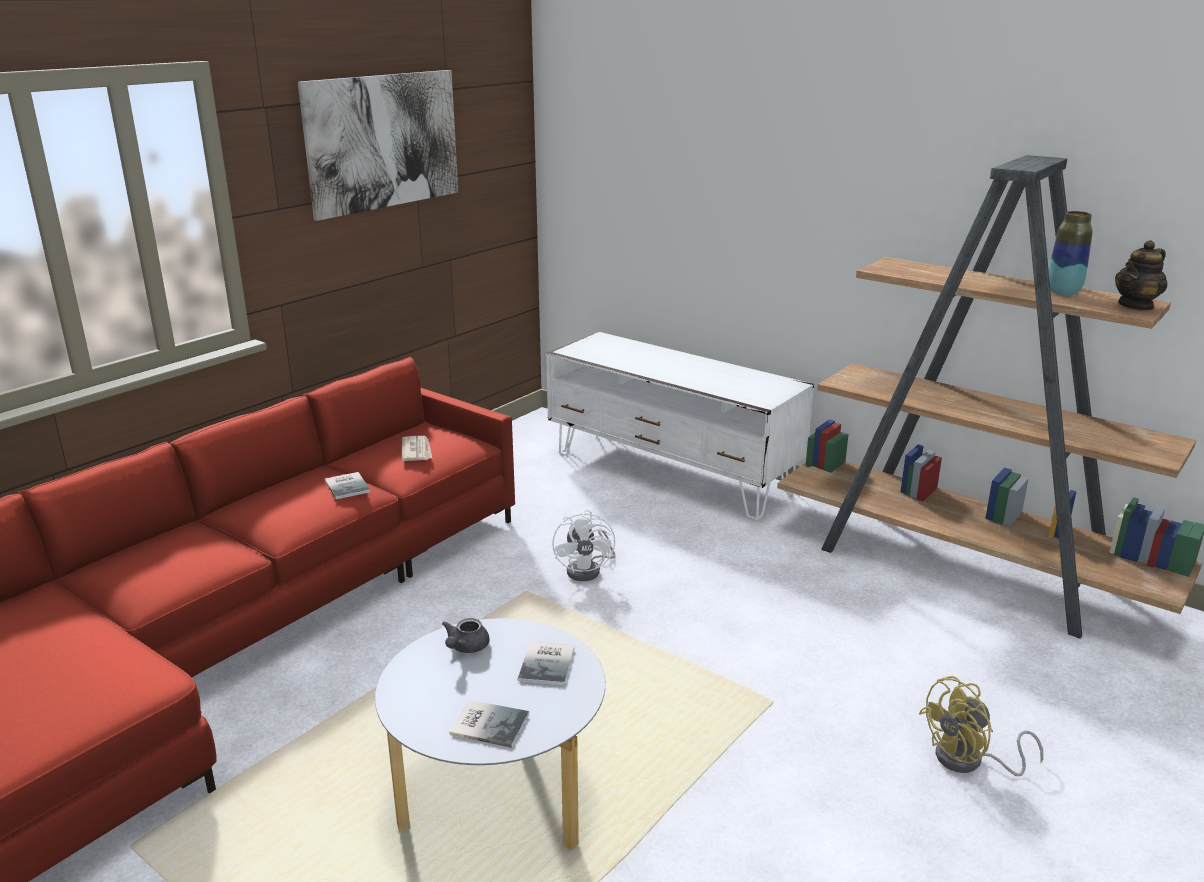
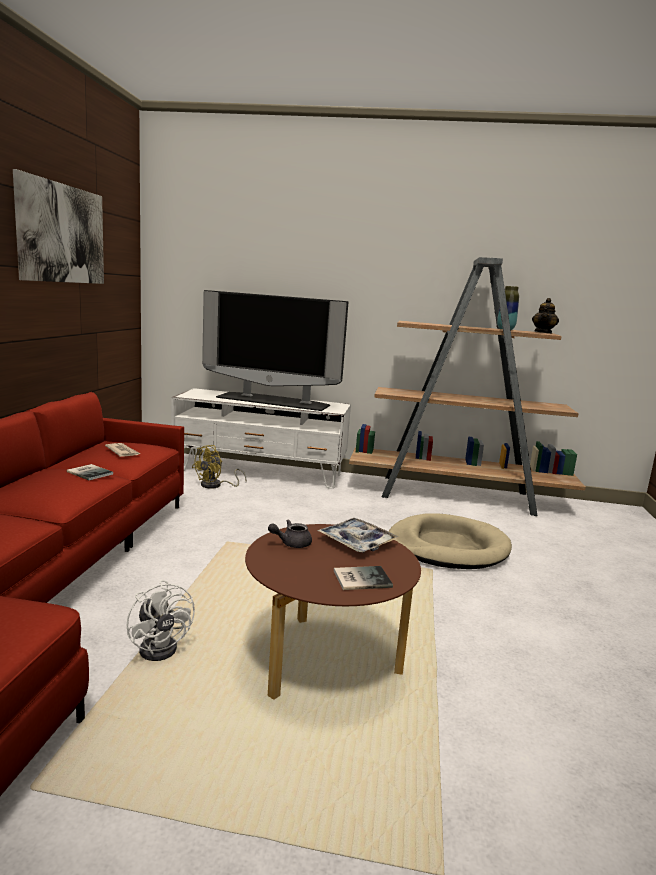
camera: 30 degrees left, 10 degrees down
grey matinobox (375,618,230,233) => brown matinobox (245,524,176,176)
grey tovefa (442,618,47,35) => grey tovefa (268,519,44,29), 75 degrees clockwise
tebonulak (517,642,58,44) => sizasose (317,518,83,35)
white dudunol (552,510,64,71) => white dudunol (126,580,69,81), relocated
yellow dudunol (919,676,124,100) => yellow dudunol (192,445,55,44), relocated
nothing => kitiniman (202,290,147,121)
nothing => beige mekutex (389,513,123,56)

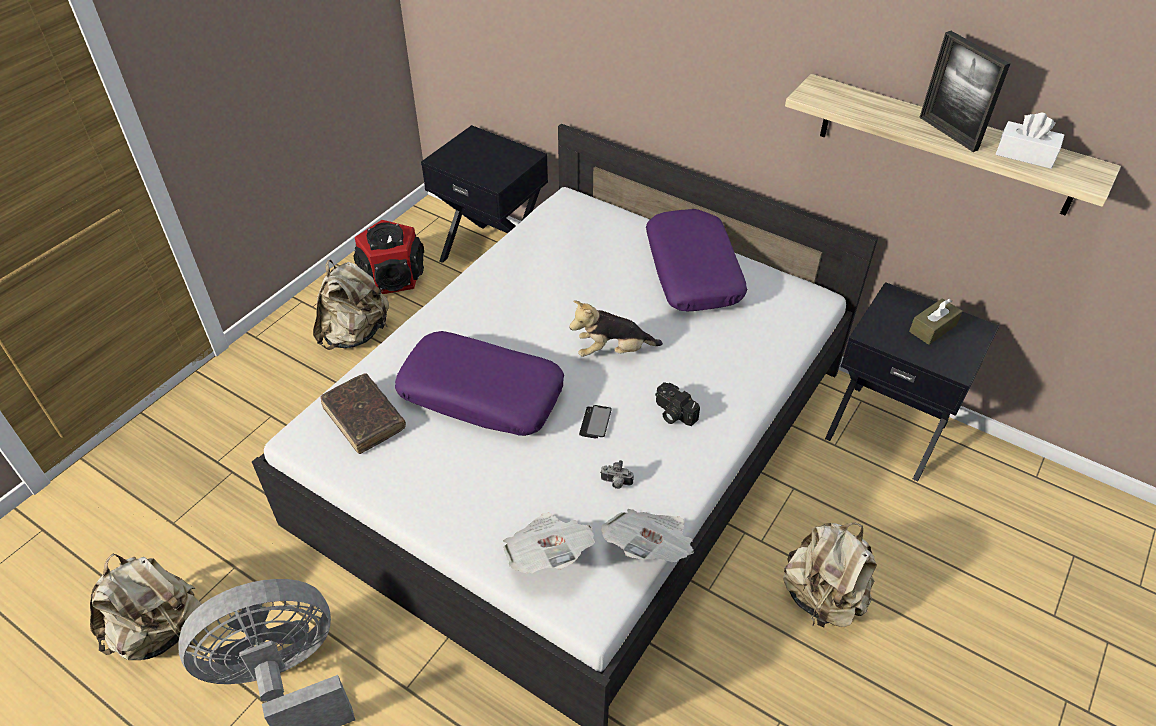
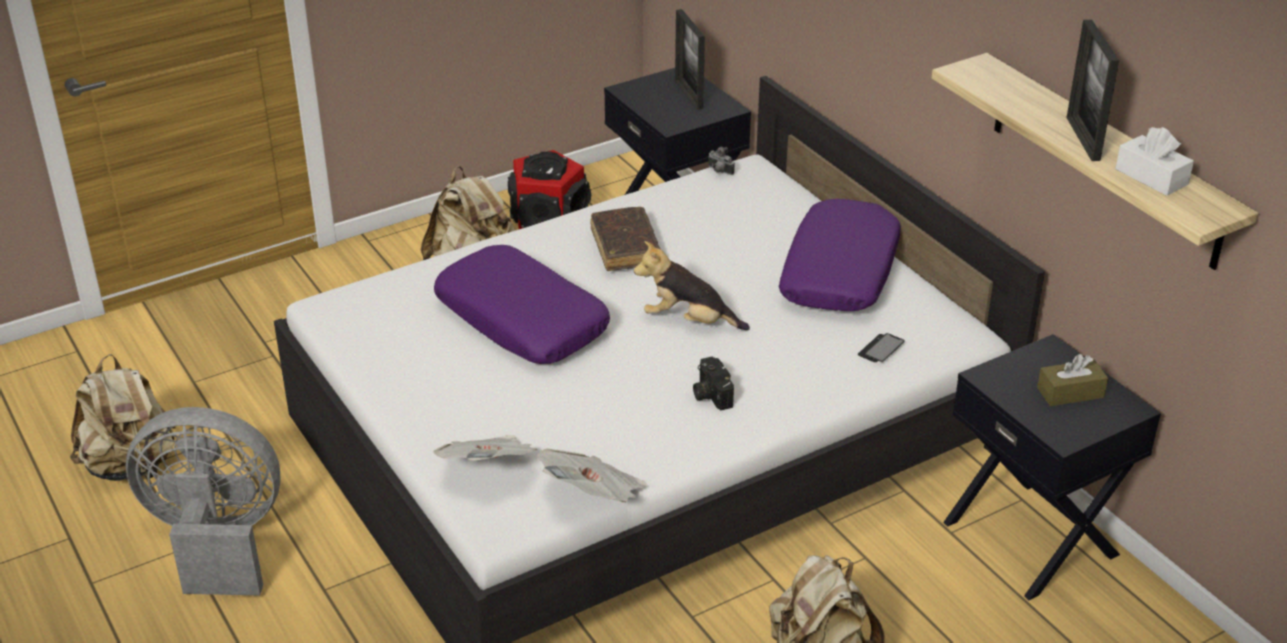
camera: 25 degrees right, 10 degrees down
brown tebonulak (320,373,86,81) => brown tebonulak (590,207,70,64), relocated
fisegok (579,405,33,33) => fisegok (858,333,47,29), relocated
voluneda (600,460,34,29) => voluneda (708,147,27,28), relocated
nothing => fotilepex (675,9,30,101)

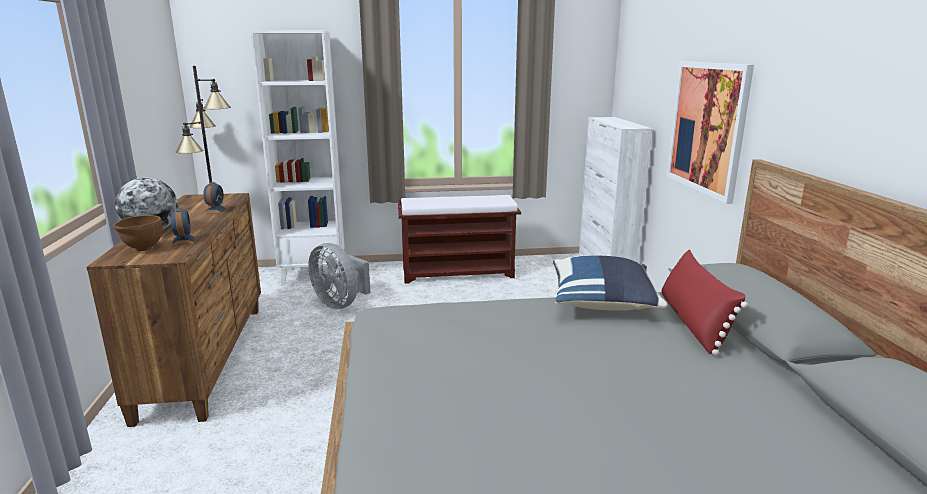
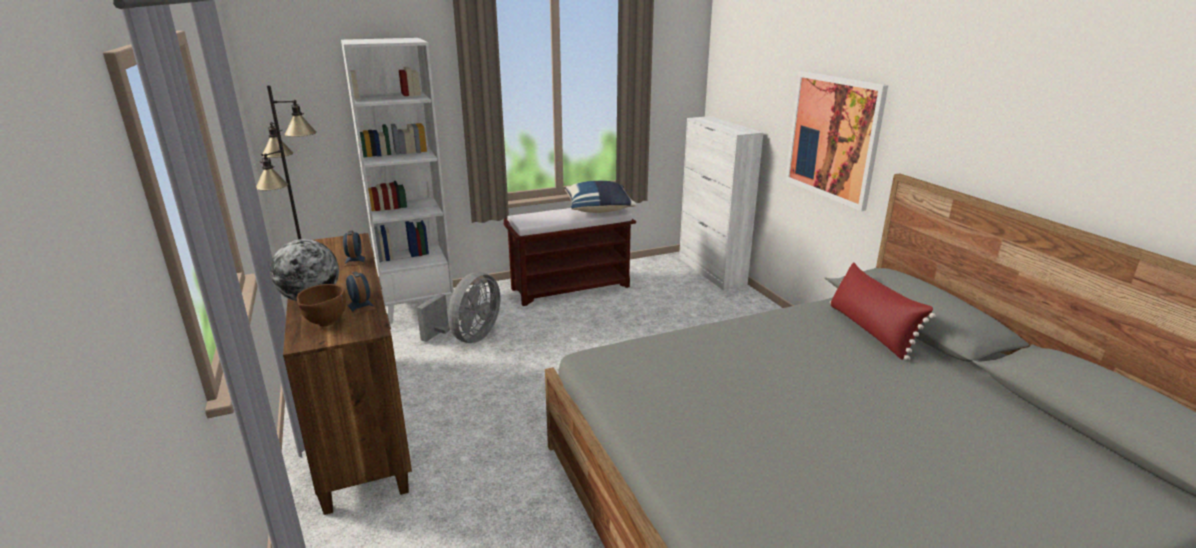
camera: 15 degrees left, 5 degrees up
grey dudunol (308,243,62,66) => grey dudunol (417,272,83,71), 90 degrees counterclockwise
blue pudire (553,255,114,55) => blue pudire (565,181,71,32), relocated

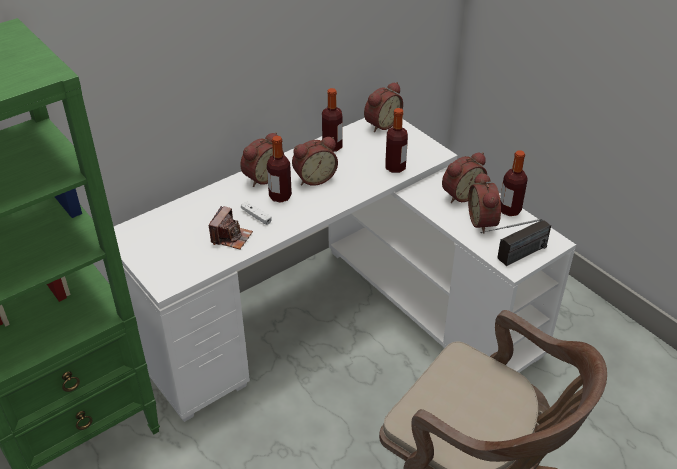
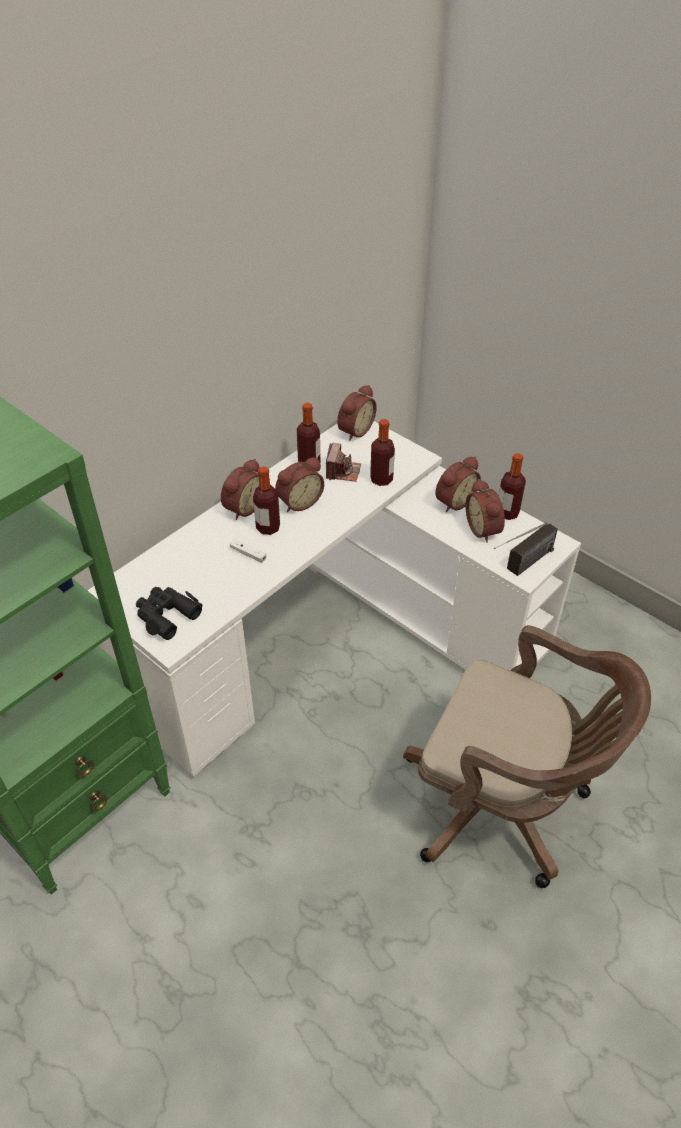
camera: 10 degrees left, 5 degrees up
voluneda (209,206,44,44) => voluneda (326,443,35,39), relocated
nothing => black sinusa (136,587,67,53)

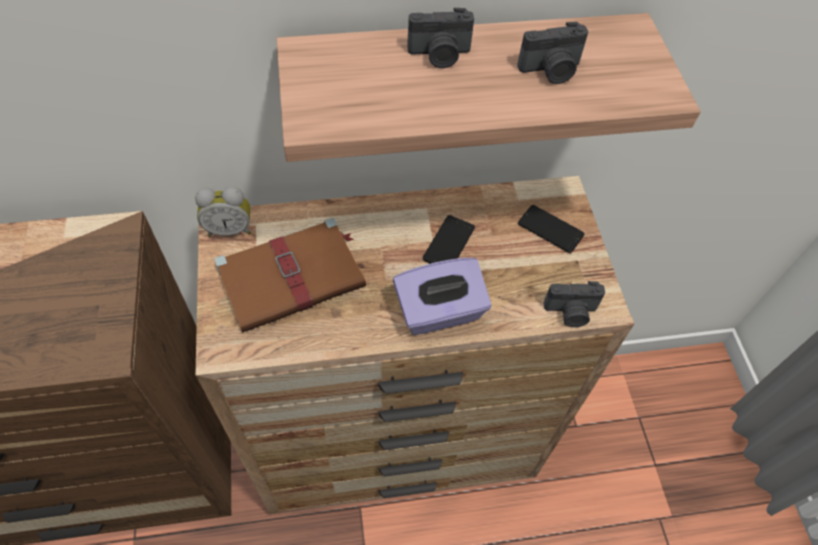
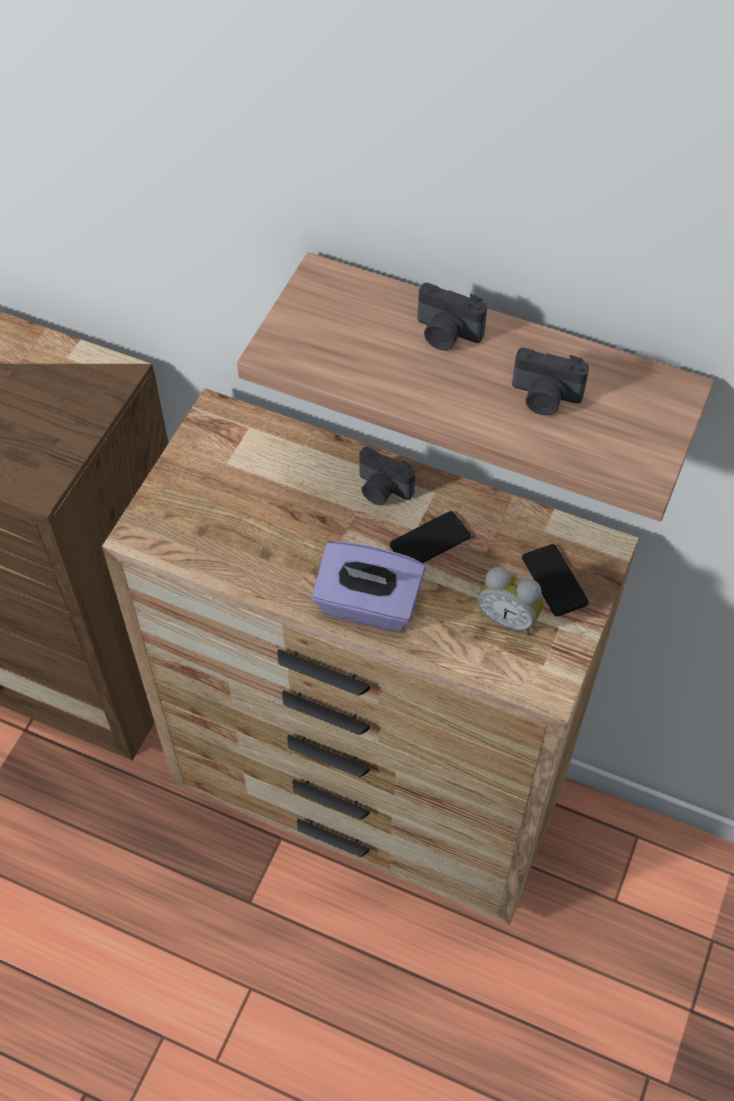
camera: 35 degrees right, 0 degrees up
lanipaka (195,186,56,51) => lanipaka (478,567,66,69), relocated
brown tebonulak (214,218,152,115) => nothing
voluneda (544,281,61,46) => voluneda (359,447,56,58), relocated

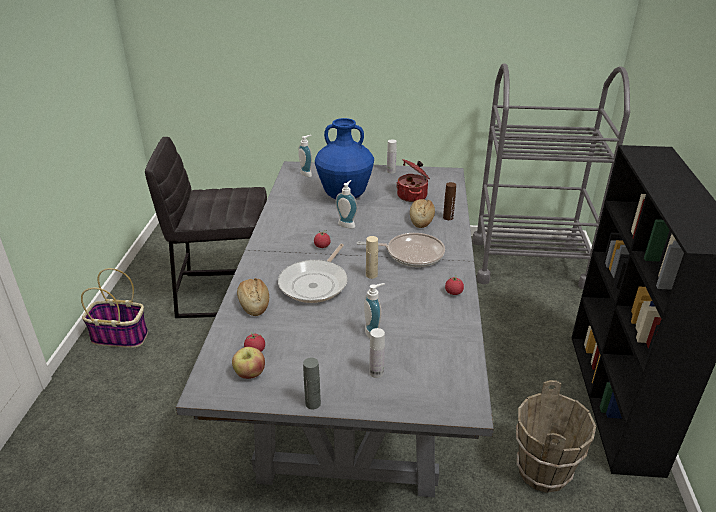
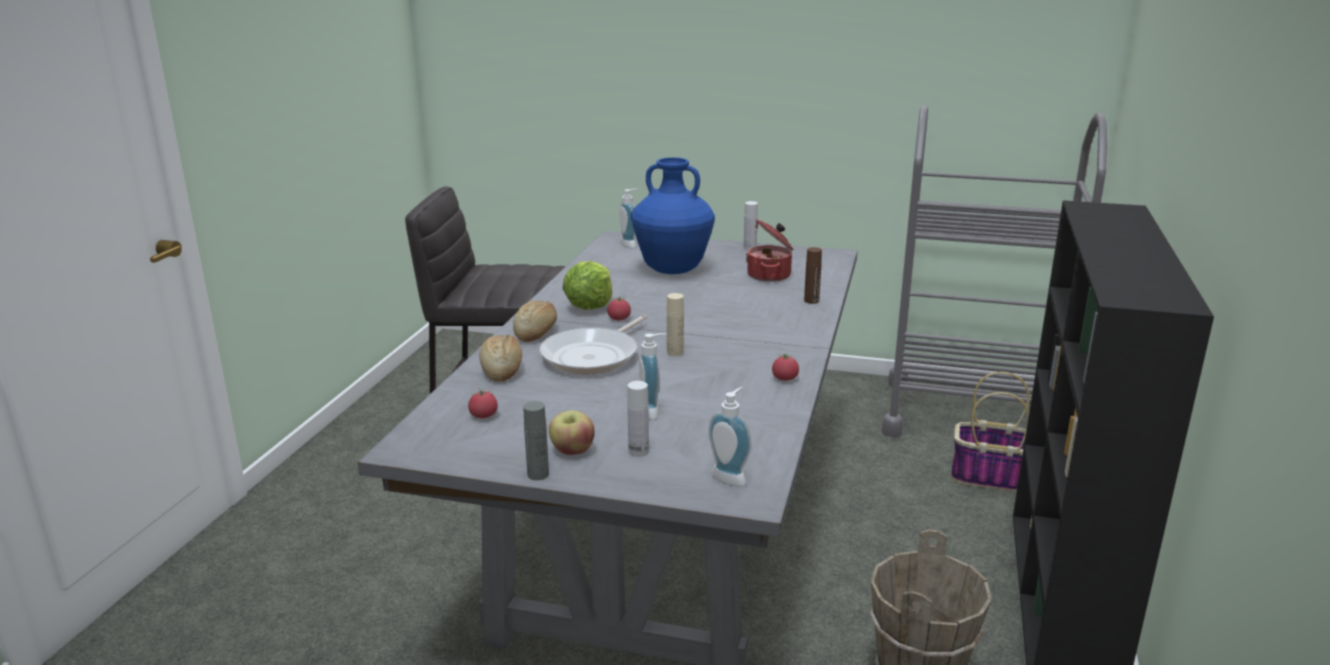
camera: 10 degrees right, 10 degrees down
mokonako (81,268,67,80) => mokonako (951,372,79,120), relocated
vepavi (232,347,33,32) => vepavi (549,410,46,45), relocated
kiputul (336,180,21,48) => kiputul (709,387,42,99), relocated
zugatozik (357,233,88,34) => nothing
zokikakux (410,199,25,29) => zokikakux (513,301,44,41), relocated
nothing => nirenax (562,261,51,49)

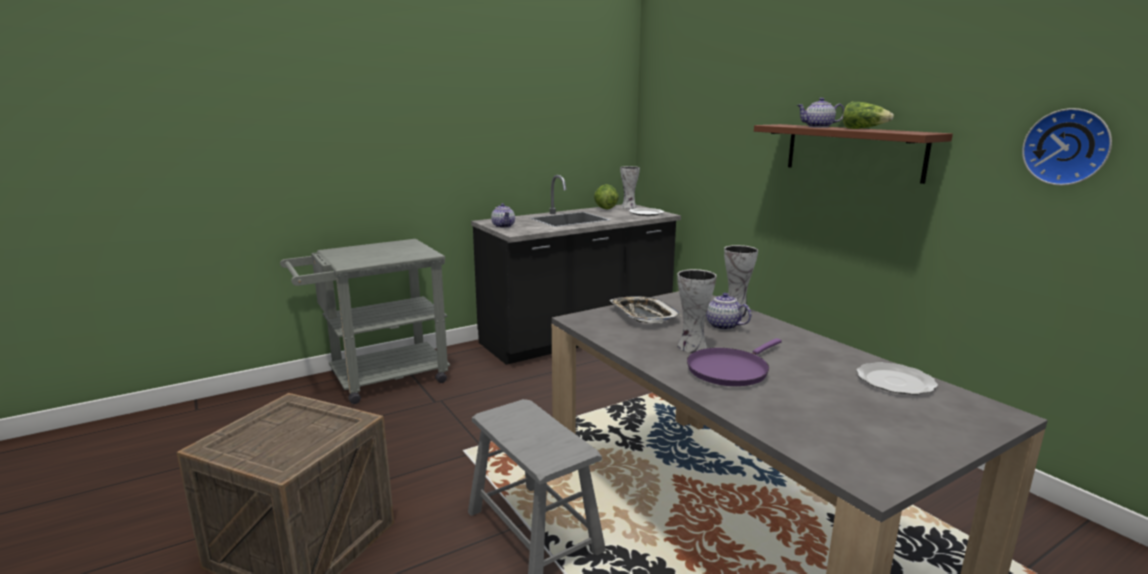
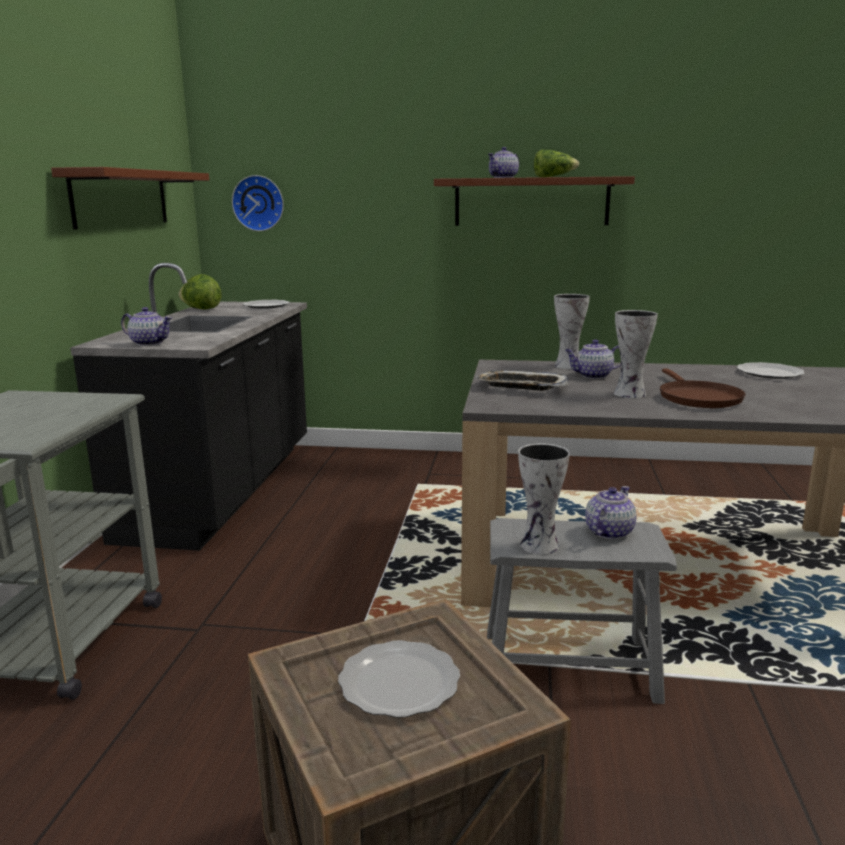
camera: 50 degrees left, 0 degrees up
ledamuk (620,166,20,43) => ledamuk (518,443,52,112), relocated
purple zugatozik (687,338,95,48) => brown zugatozik (660,368,85,40)
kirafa (1022,108,90,78) => kirafa (232,175,52,56), relocated
nothing => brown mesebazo (51,167,158,63)
nothing => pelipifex (338,640,122,78)
nothing => tovefa (585,486,51,53)

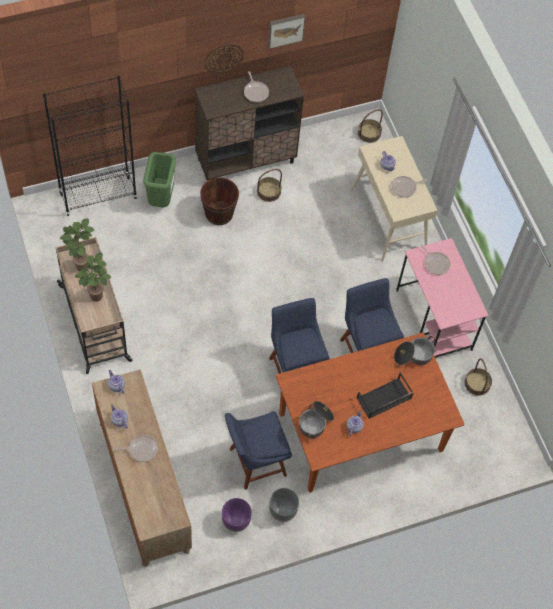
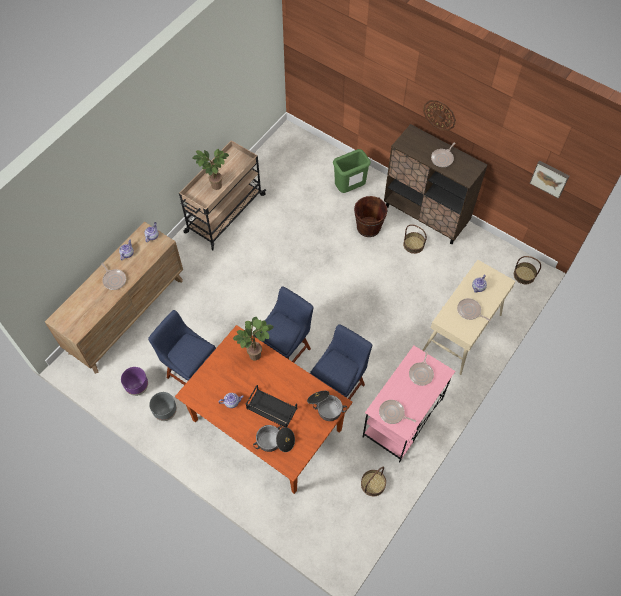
camera: 60 degrees right, 0 degrees up
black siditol (43,76,94,140) => nothing
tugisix (60,218,34,53) => tugisix (233,317,41,43), relocated
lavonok (268,14,37,35) => lavonok (529,160,40,39), relocated
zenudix (299,401,35,38) => zenudix (253,425,42,27), relocated
nothing => zugatozik (379,400,37,24)

